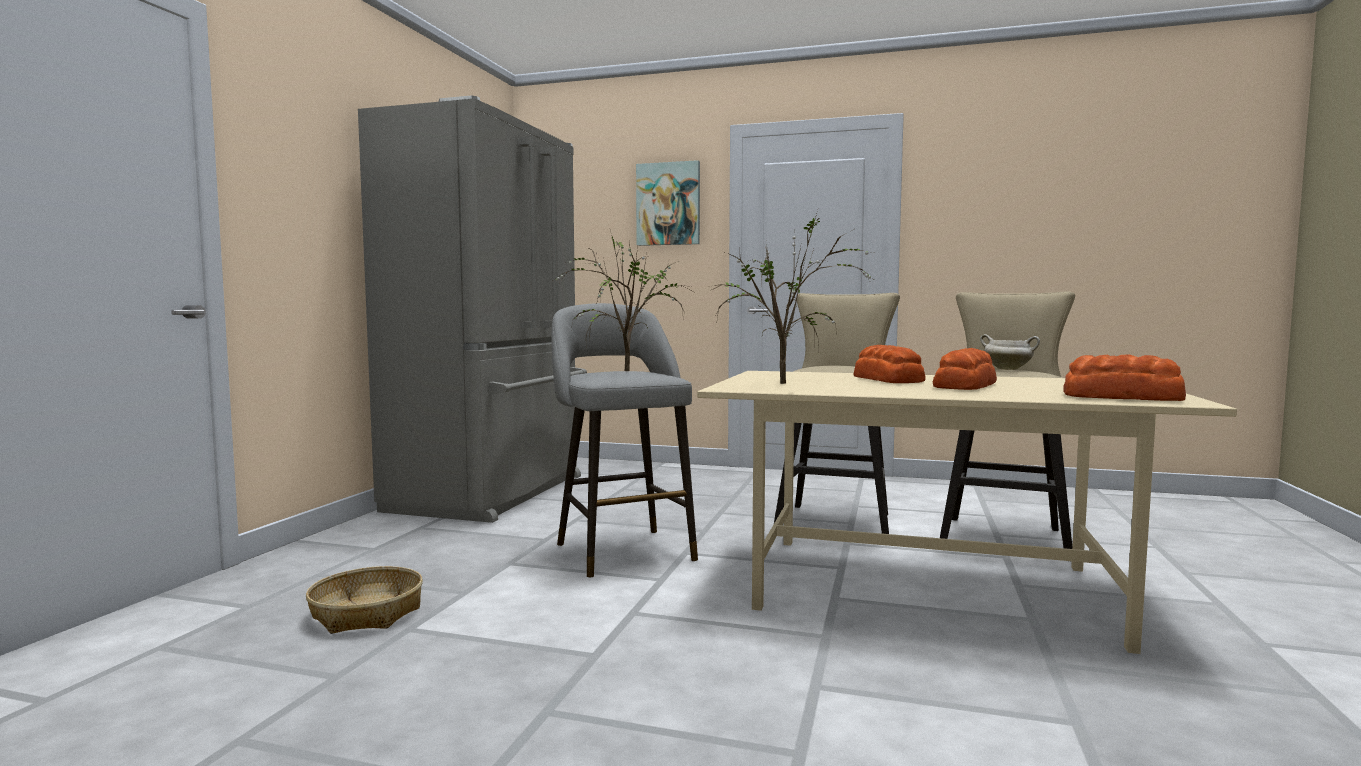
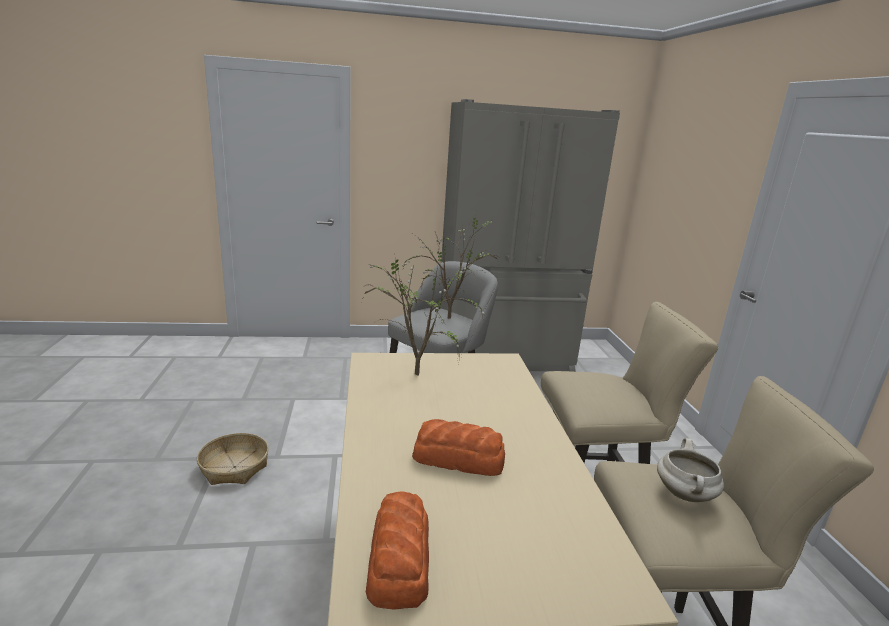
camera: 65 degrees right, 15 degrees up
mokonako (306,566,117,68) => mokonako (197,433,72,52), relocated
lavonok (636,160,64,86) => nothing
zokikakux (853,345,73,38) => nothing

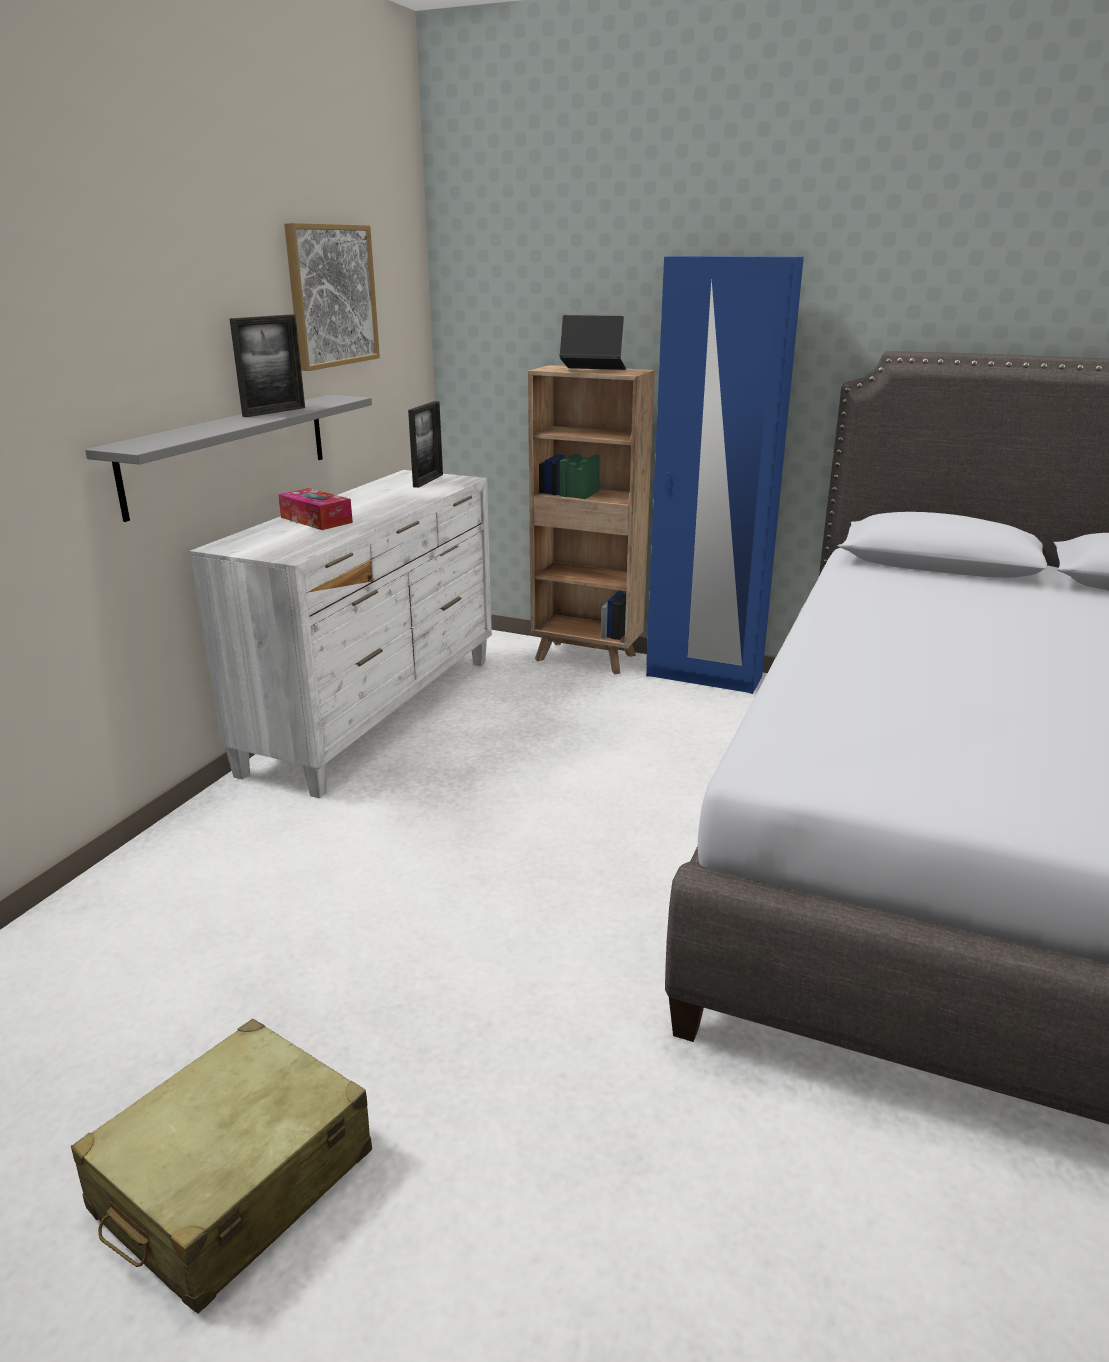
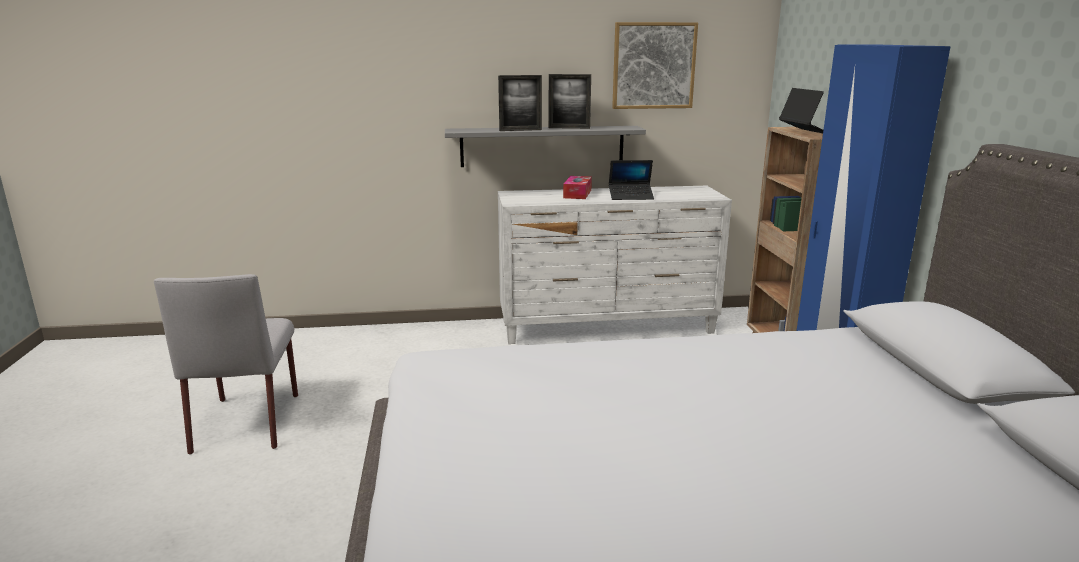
camera: 60 degrees right, 5 degrees down
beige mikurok (71,1019,301,295) => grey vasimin (154,274,144,181)
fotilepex (408,401,35,87) => fotilepex (498,75,44,56), relocated
nothing => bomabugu (609,160,45,40)

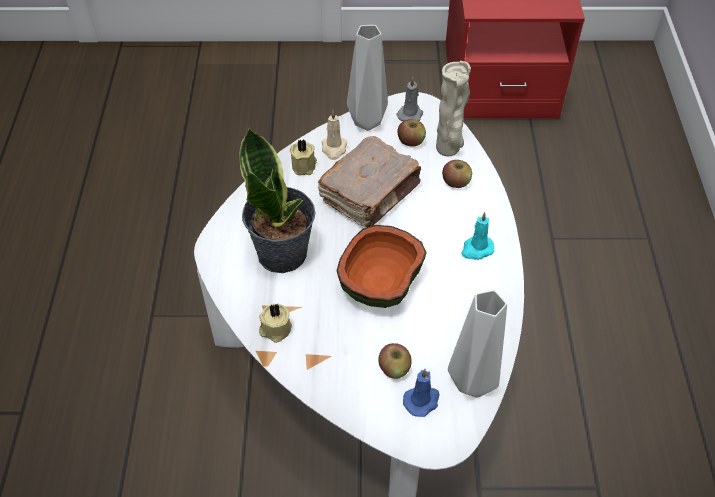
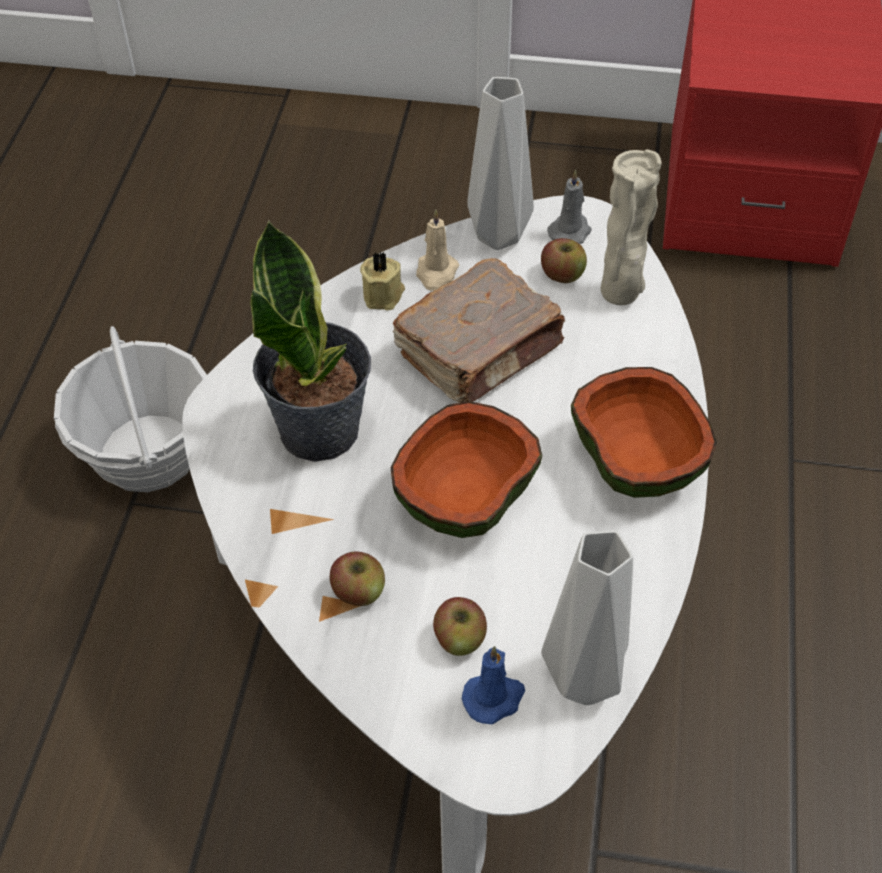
camera: 10 degrees right, 0 degrees up
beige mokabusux (259,304,33,39) => nothing
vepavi (442,160,30,28) => vepavi (330,552,55,54), relocated
turquoise mokabusux (461,212,33,48) => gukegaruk (571,367,146,131)
nothing => mokonako (54,326,153,166)

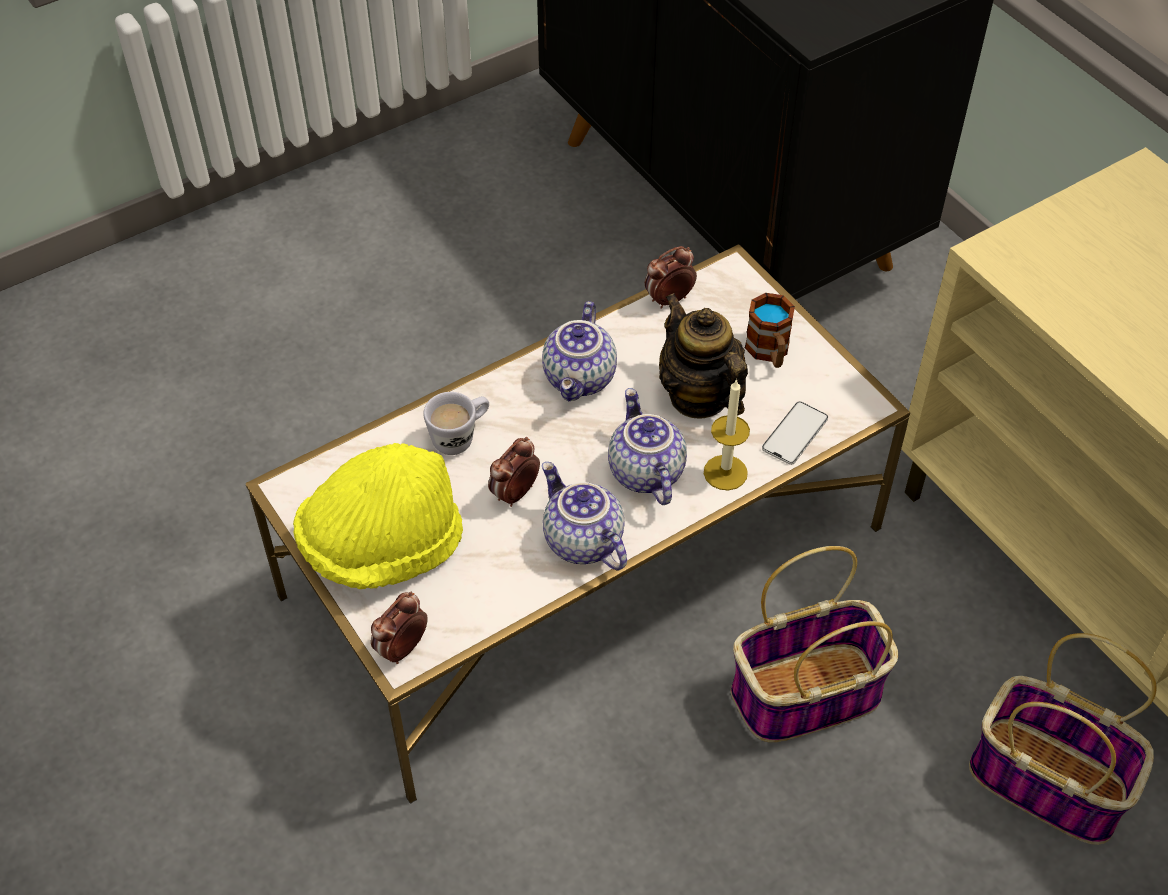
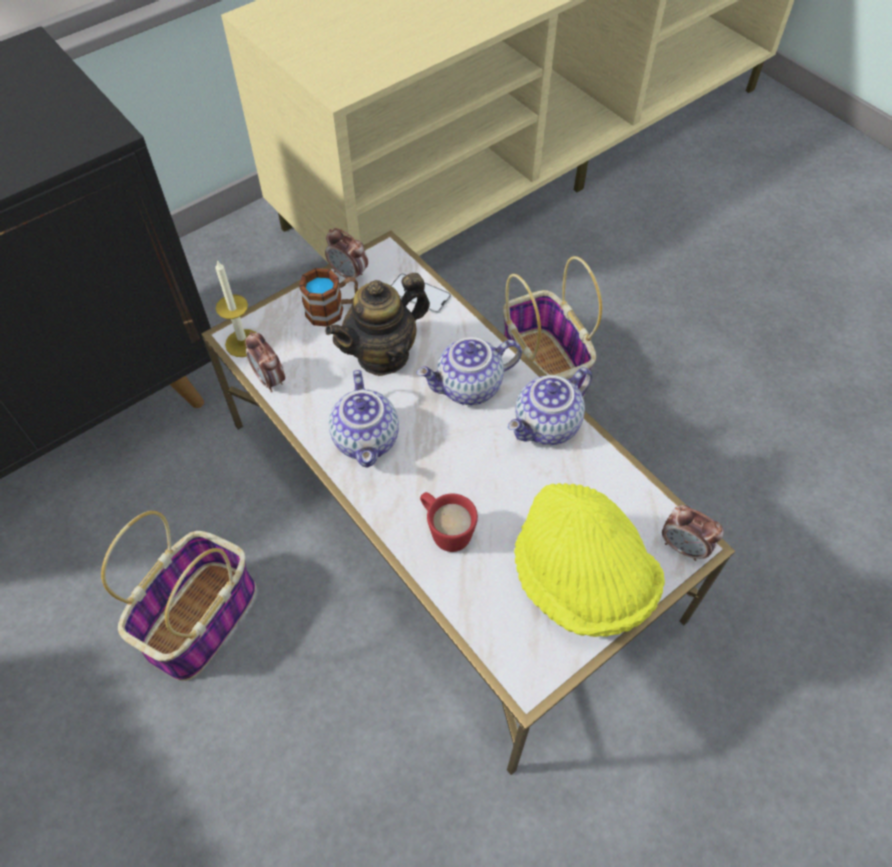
camera: 95 degrees left, 5 degrees up
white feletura (423,392,66,63) => red feletura (420,492,58,60)
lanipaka (488,437,52,70) => lanipaka (325,228,43,50), relocated
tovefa (542,301,75,100) => tovefa (329,370,70,98), 75 degrees clockwise
mokabusux (704,379,46,111) => mokabusux (215,260,41,97), relocated
mokonako (969,633,188,212) => mokonako (101,511,155,170), relocated

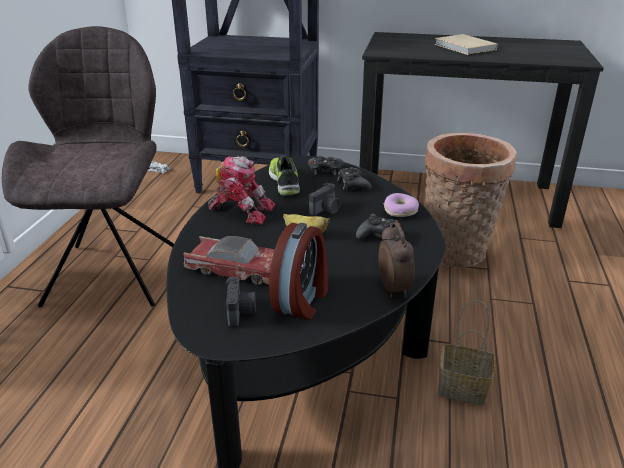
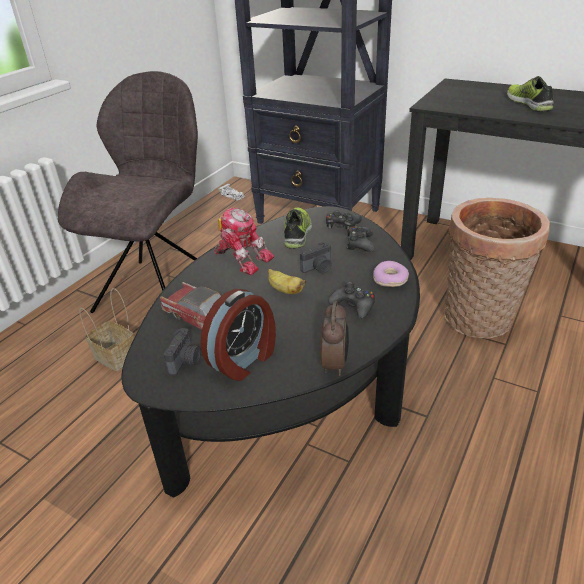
camera: 20 degrees right, 5 degrees up
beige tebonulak (434,34,64,21) => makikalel (507,76,47,36)
mokonako (438,300,57,106) => mokonako (79,288,55,83), relocated

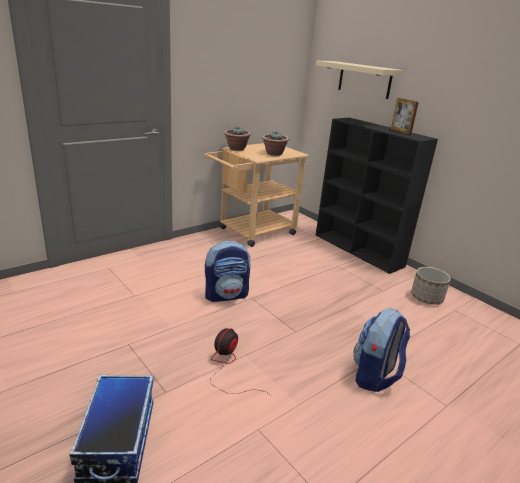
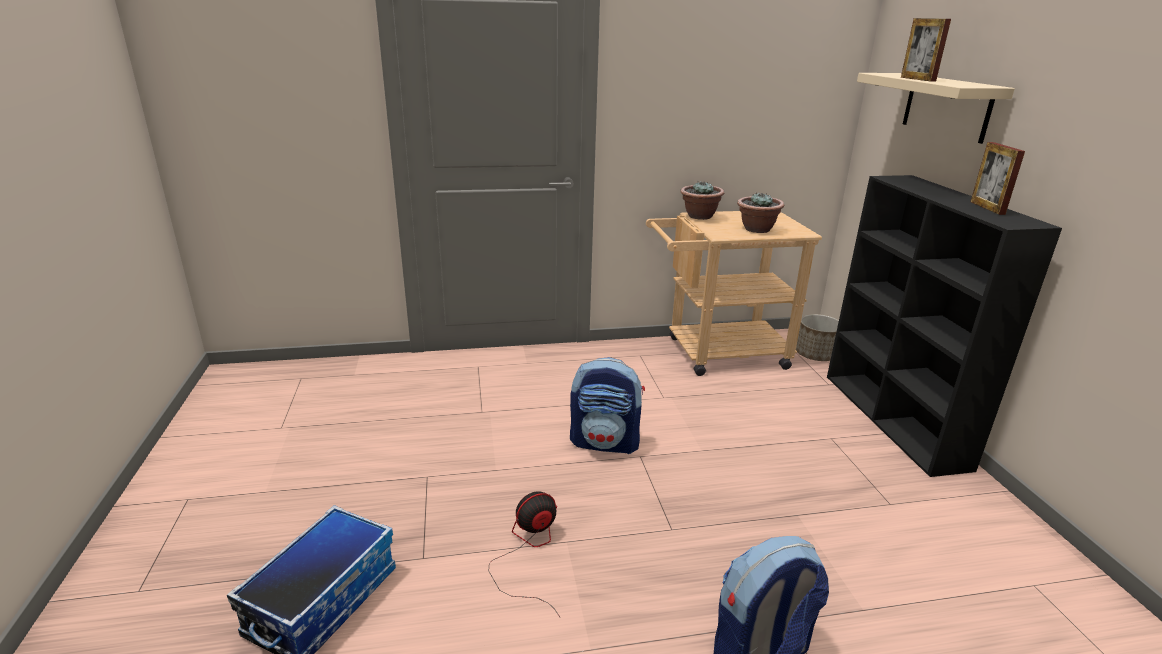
camera: 30 degrees right, 0 degrees up
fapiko (411,267,40,38) => fapiko (796,314,43,47), relocated
nothing => fotilepex (901,18,50,64)

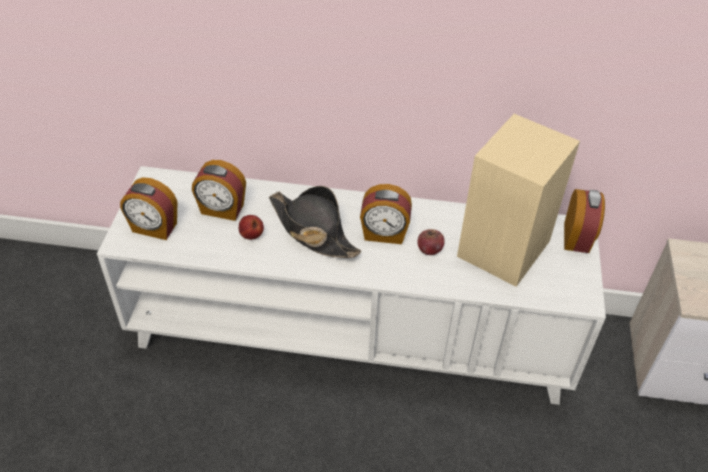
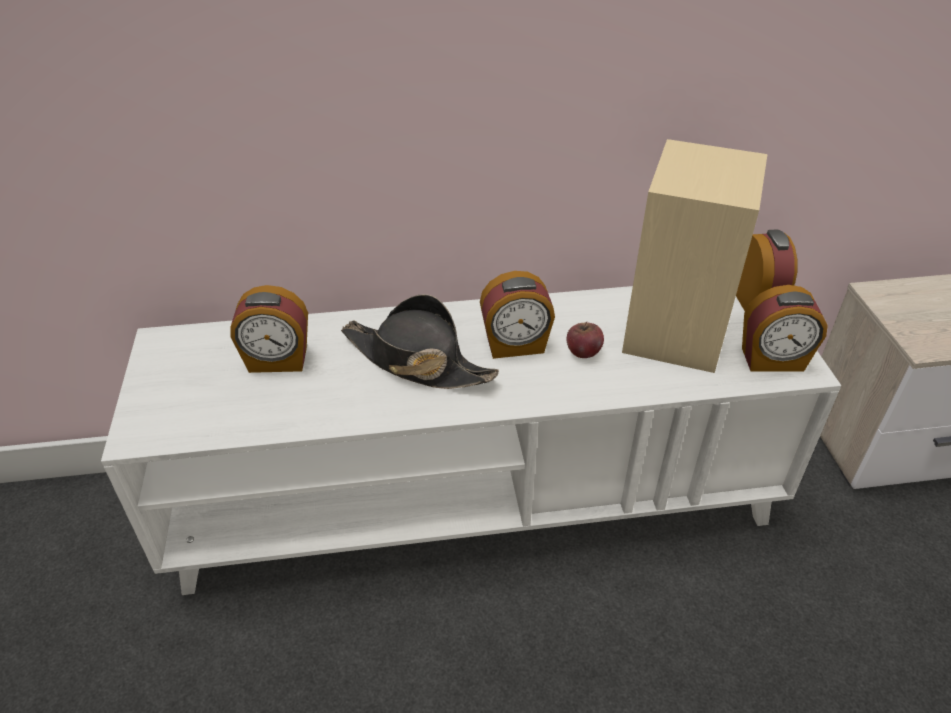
camera: 15 degrees left, 5 degrees down
lanipaka (120,178,57,62) => lanipaka (742,285,86,87), relocated
vepavi (239,215,25,25) => nothing

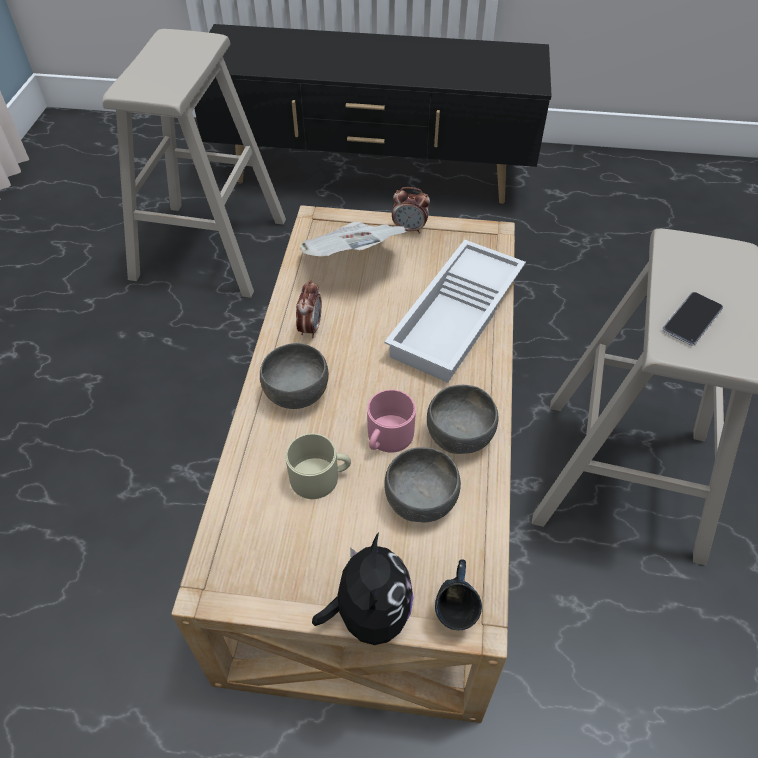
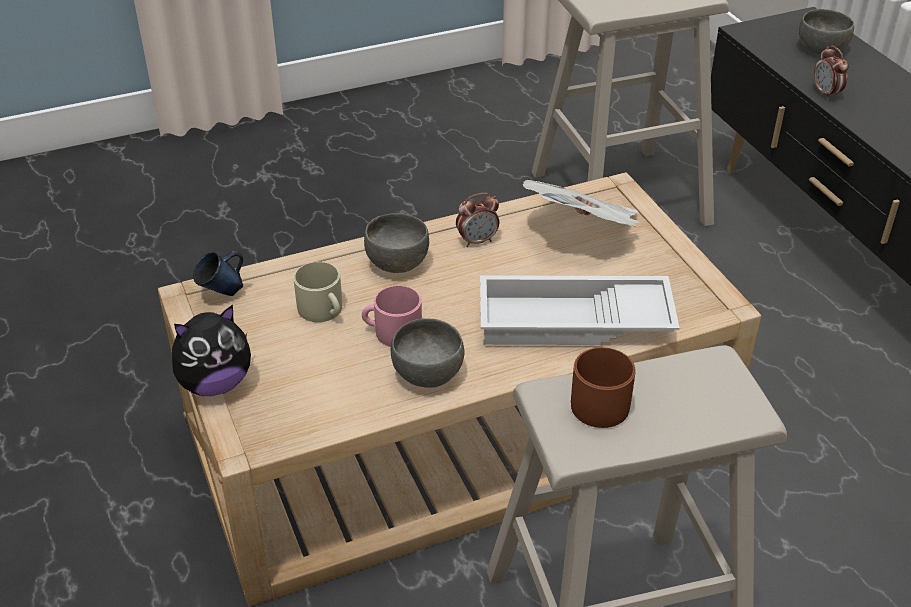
camera: 60 degrees right, 10 degrees down
grey gukegaruk (384,447,77,75) => grey gukegaruk (799,9,55,45), relocated
lanipaka (392,187,38,47) => lanipaka (814,46,35,54), relocated
blue feletura (435,559,47,71) => blue feletura (193,251,51,45), relocated
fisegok (663,292,60,54) => brown feletura (571,347,65,81)

